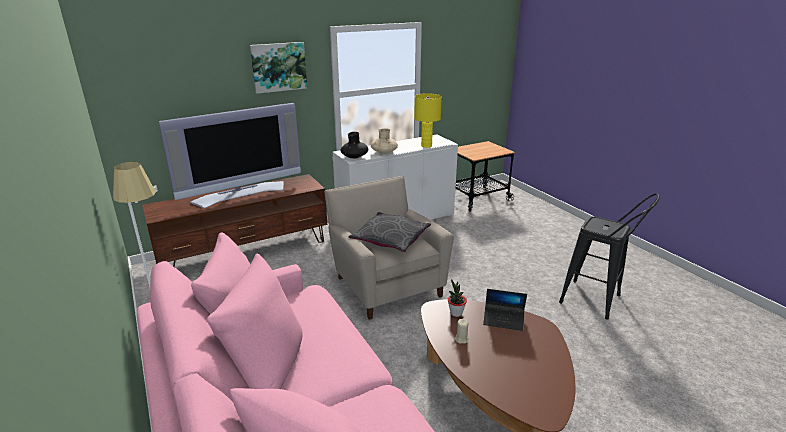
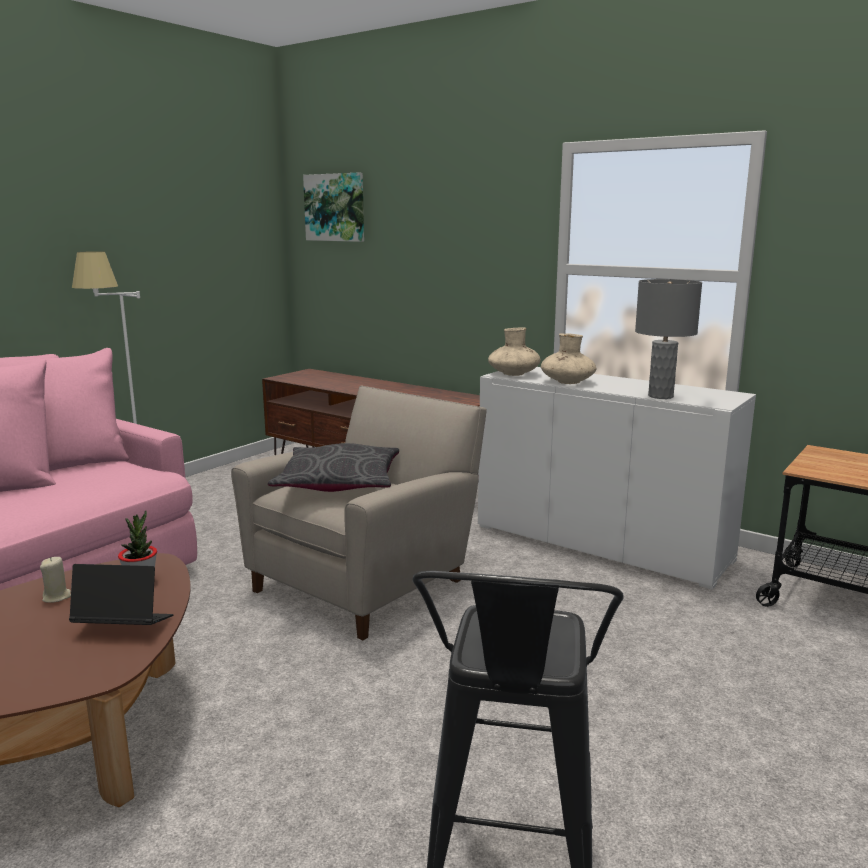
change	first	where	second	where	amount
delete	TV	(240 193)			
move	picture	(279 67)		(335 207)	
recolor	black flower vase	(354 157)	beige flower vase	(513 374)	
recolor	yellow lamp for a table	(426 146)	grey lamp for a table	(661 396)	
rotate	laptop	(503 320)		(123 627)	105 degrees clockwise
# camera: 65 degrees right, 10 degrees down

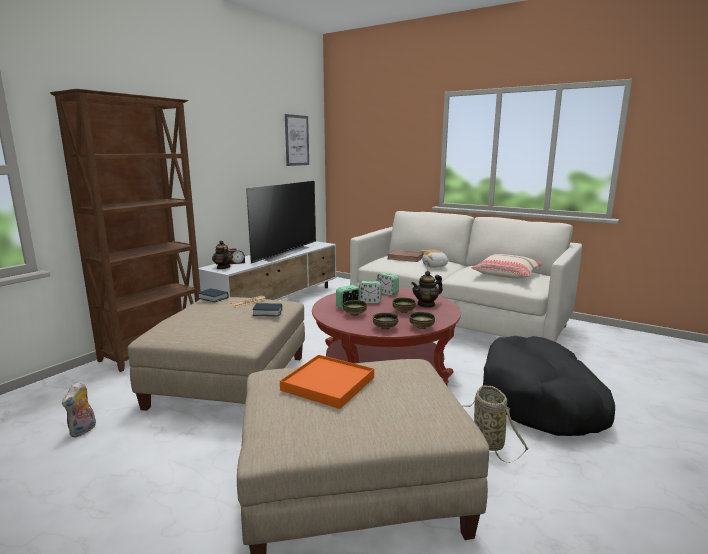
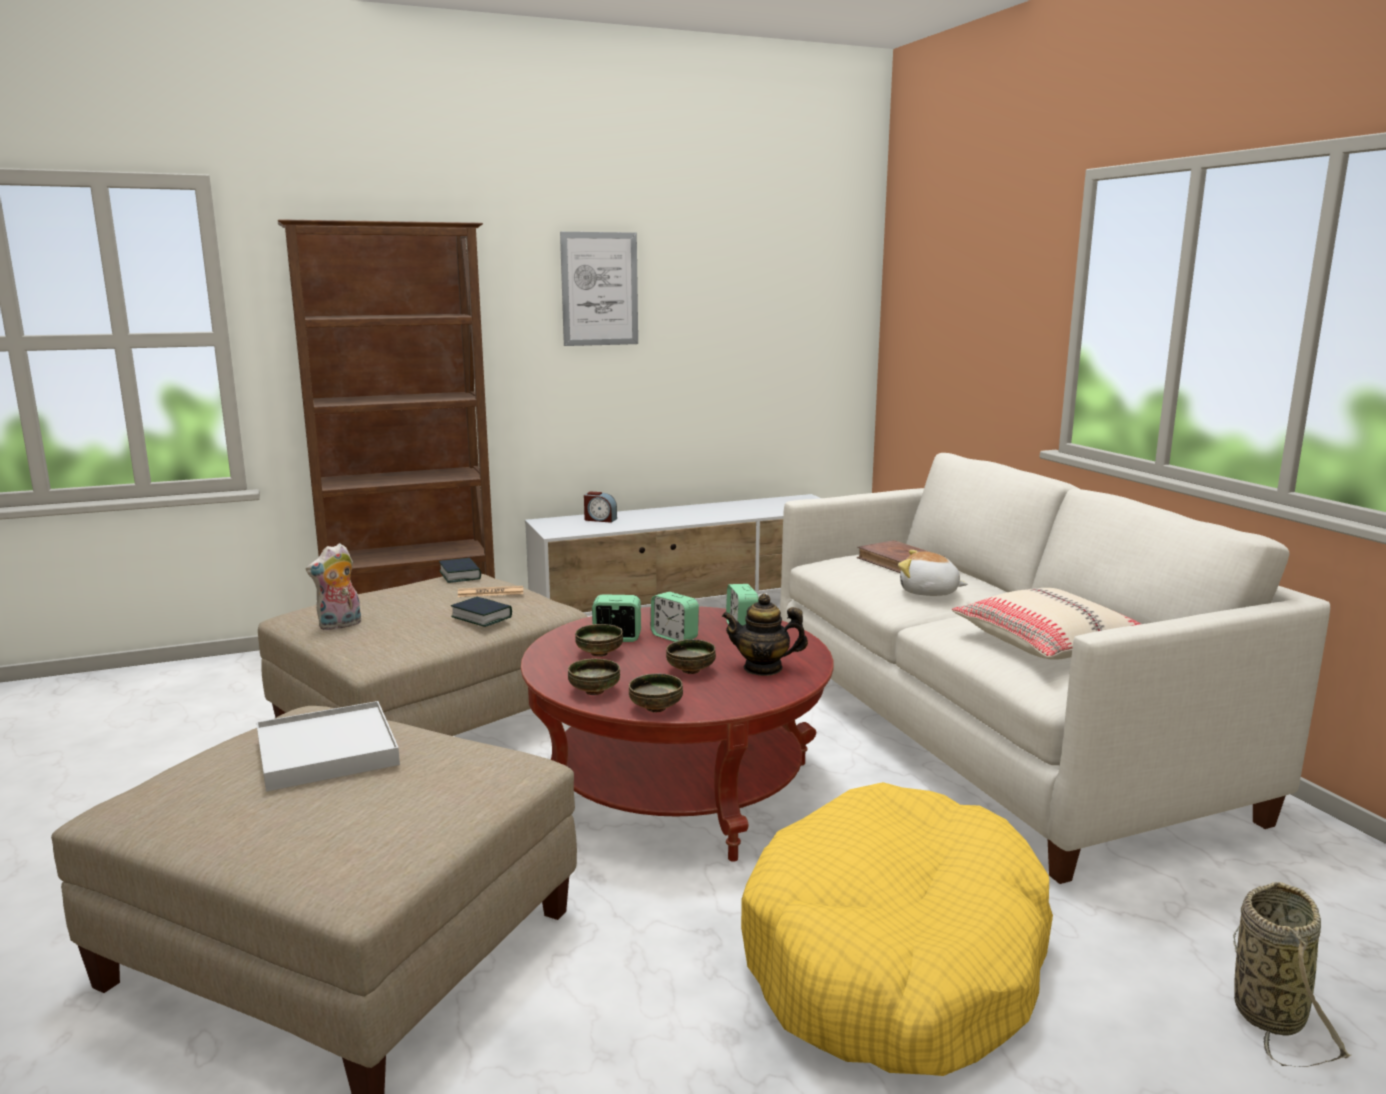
change	first	where	second	where	amount
move	soft toy	(83 431)		(340 625)	
delete	teapot	(223 267)			
delete	TV	(282 253)			
recolor	orange serving tray	(328 384)	whitish serving tray	(326 751)	
move	picture	(297 140)		(599 289)	
move	storage basket	(487 441)		(1267 1009)	
recolor	black pet bed	(541 400)	yellow pet bed	(895 959)	
# camera: 35 degrees right, 0 degrees up

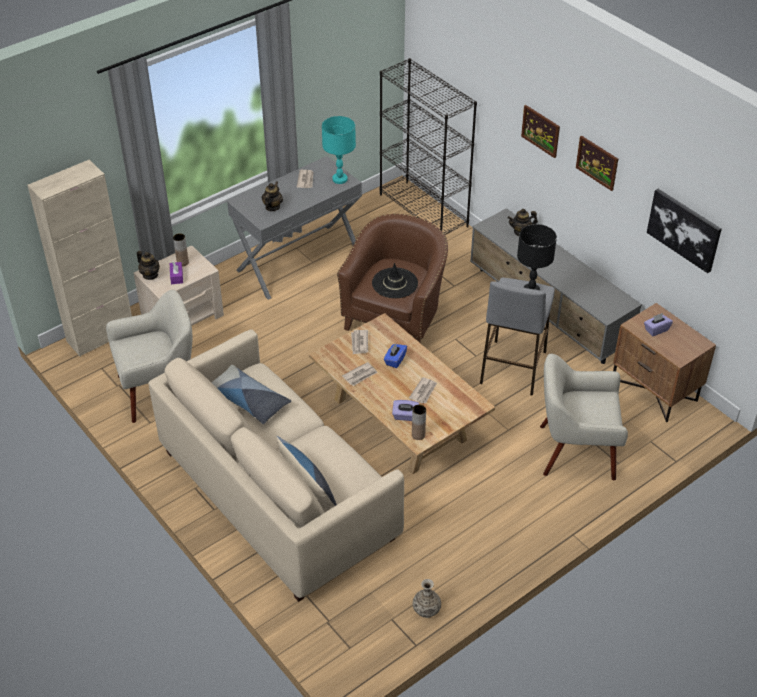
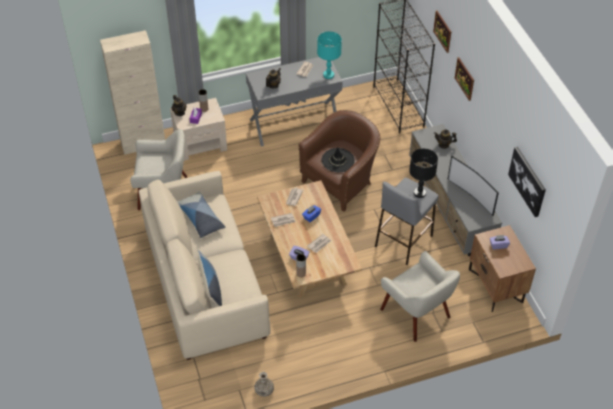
change	first	where	second	where	amount
rotate	beige easy chair	(575 450)		(416 313)	150 degrees counterclockwise
move	picture	(597 162)		(442 31)	
insert			TV	(471 196)	
# camera: 20 degrees right, 5 degrees up

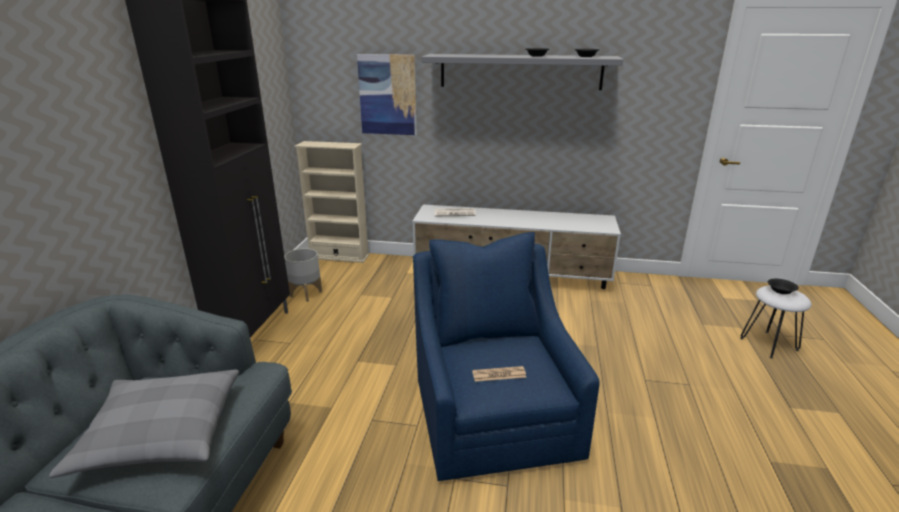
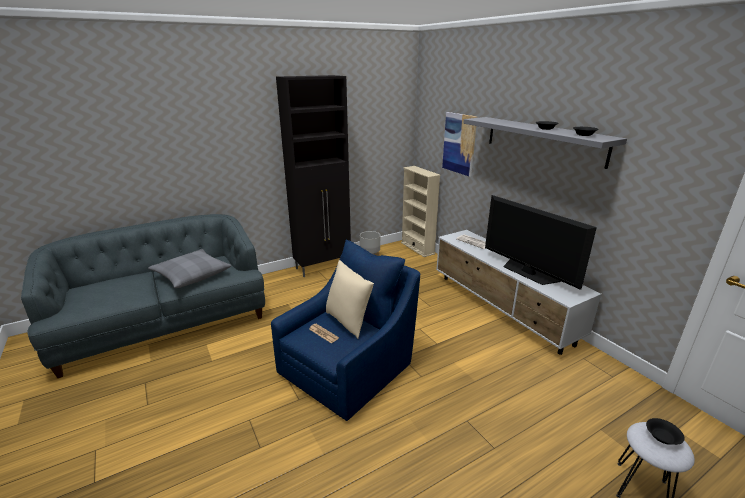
change	first	where	second	where	amount
insert			beige throw pillow	(348 321)	
insert			TV	(528 273)	
# camera: 50 degrees right, 0 degrees up

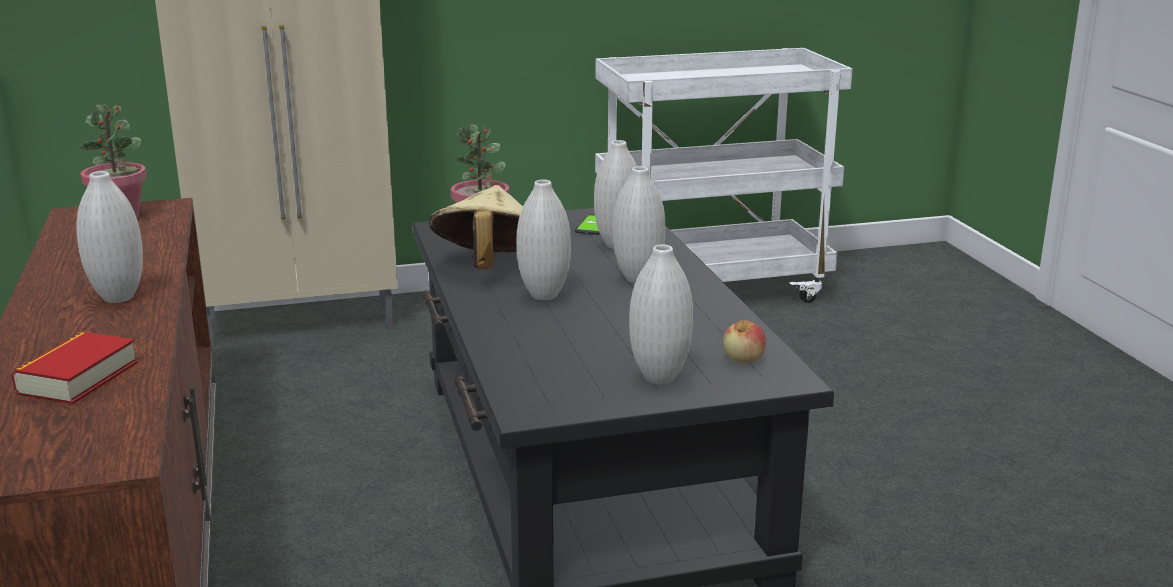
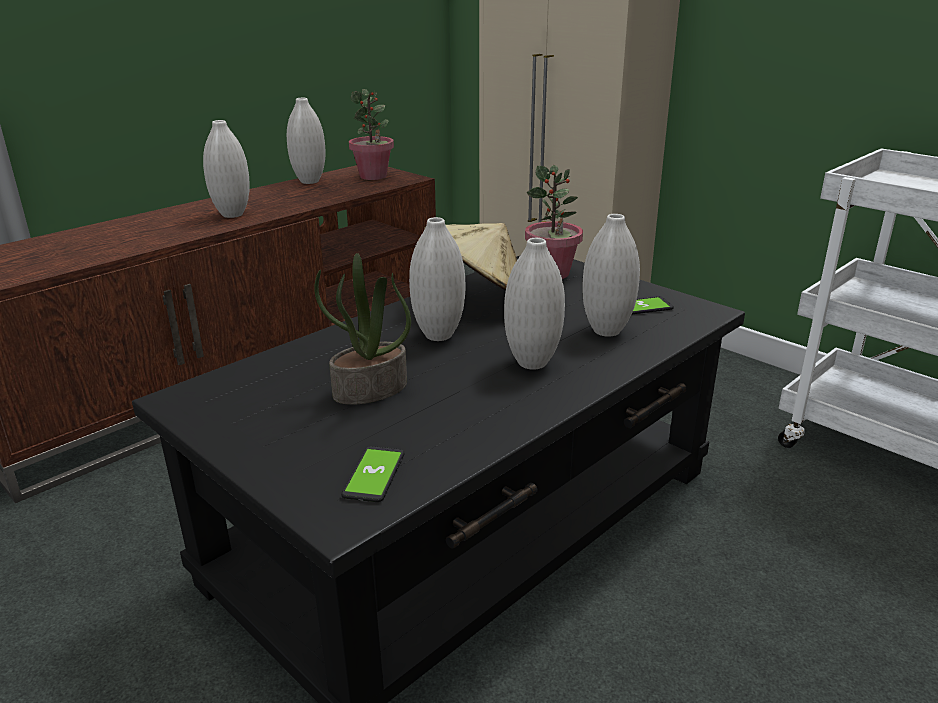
change	first	where	second	where	amount
delete	volume	(78 378)			
move	whitish flower vase	(659 377)		(309 181)	
replace	whole apple	(743 359)	telephone	(374 475)	
insert			potted plant	(370 390)	
# camera: 60 degrees right, 5 degrees up

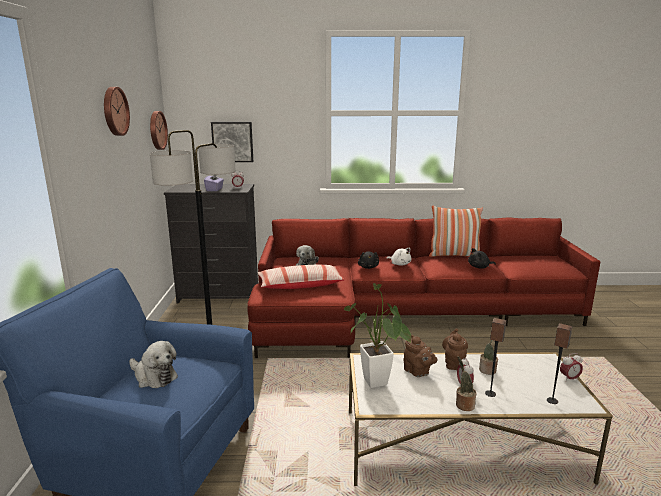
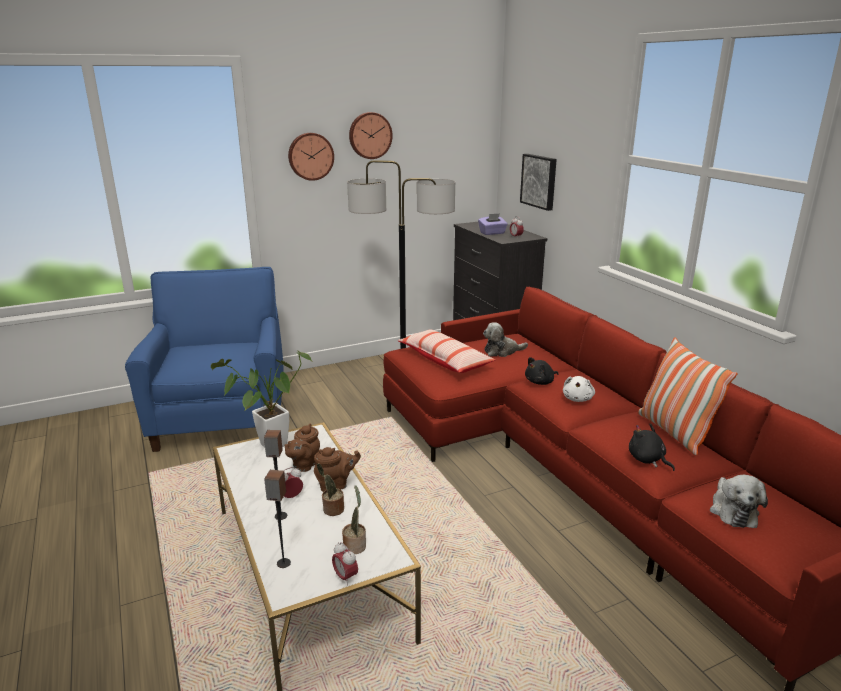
change	first	where	second	where	amount
move	soft toy	(153 377)		(732 510)	
move	hanging clock	(156 130)		(310 156)	
move	potted plant	(463 405)		(355 545)	
# camera: 65 degrees right, 5 degrees up

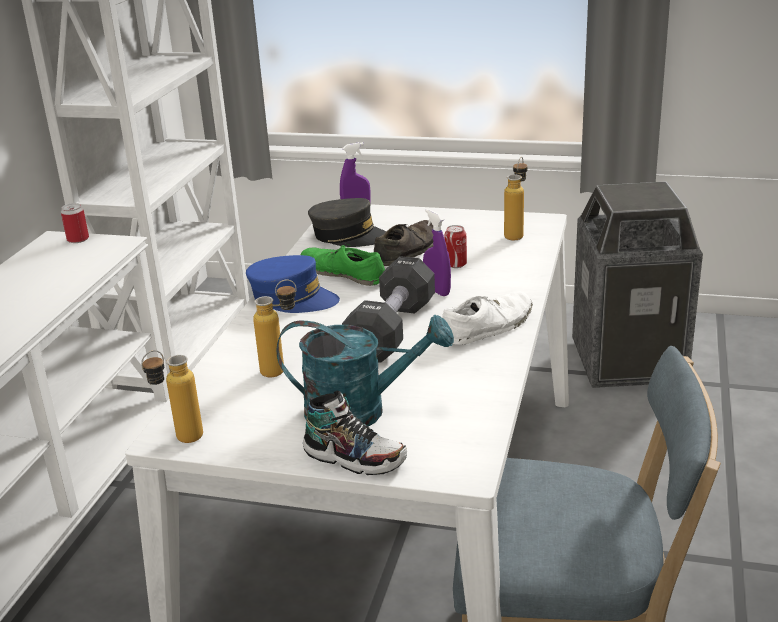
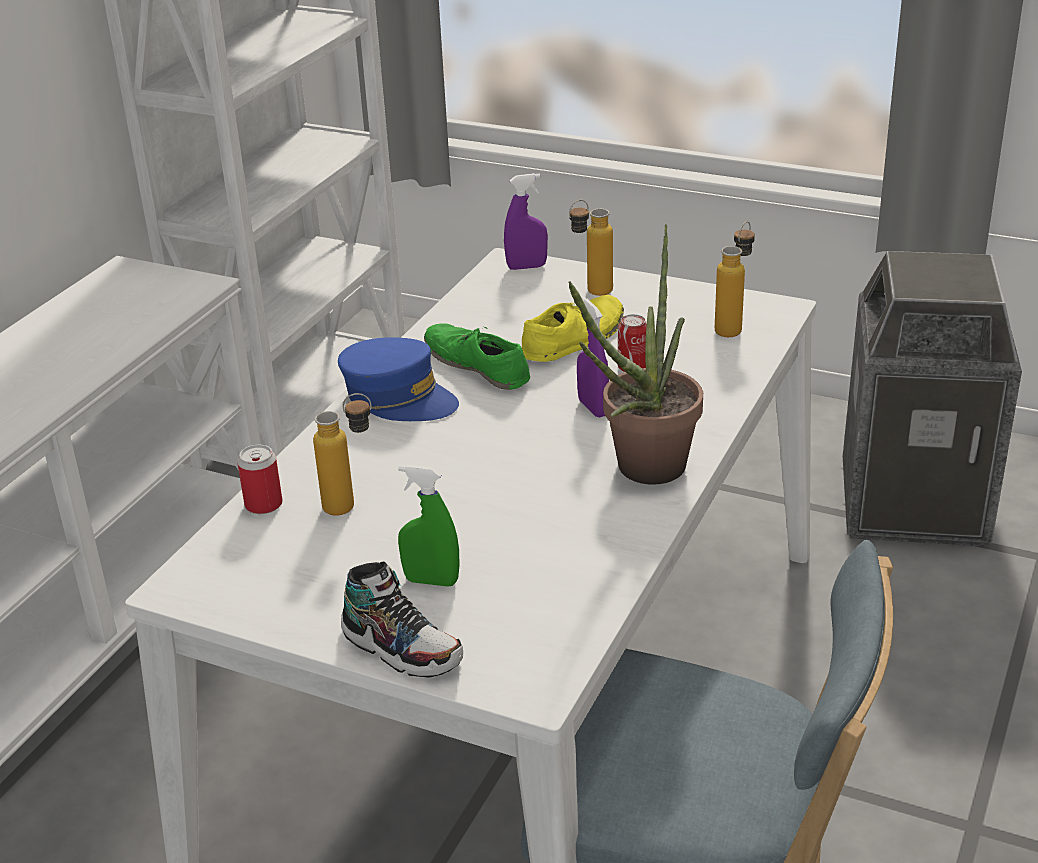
change	first	where	second	where	amount
move	metal can	(78 239)		(263 505)	
move	drink bottle	(180 441)		(591 293)	
replace	turquoise-coloured watering pot	(360 411)	green hand sprayer	(431 581)	
delete	grey peaked cap	(349 236)			
delete	black free weight	(392 330)			
recolor	brown shoe	(407 251)	yellow shoe	(574 339)	
replace	whitish shoe	(487 327)	potted plant	(641 472)	
# camera: 10 degrees right, 5 degrees up

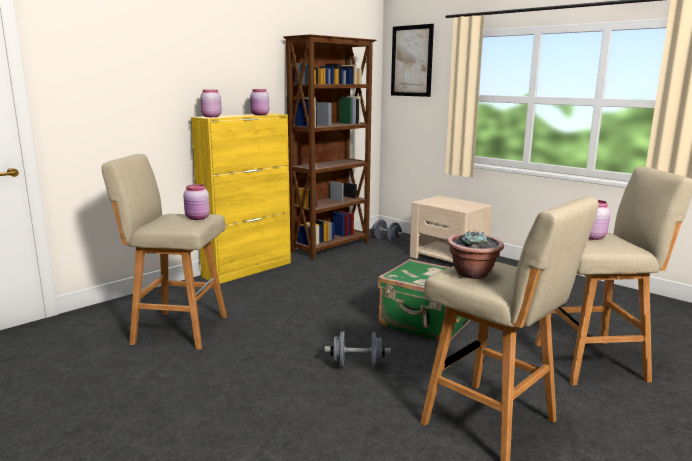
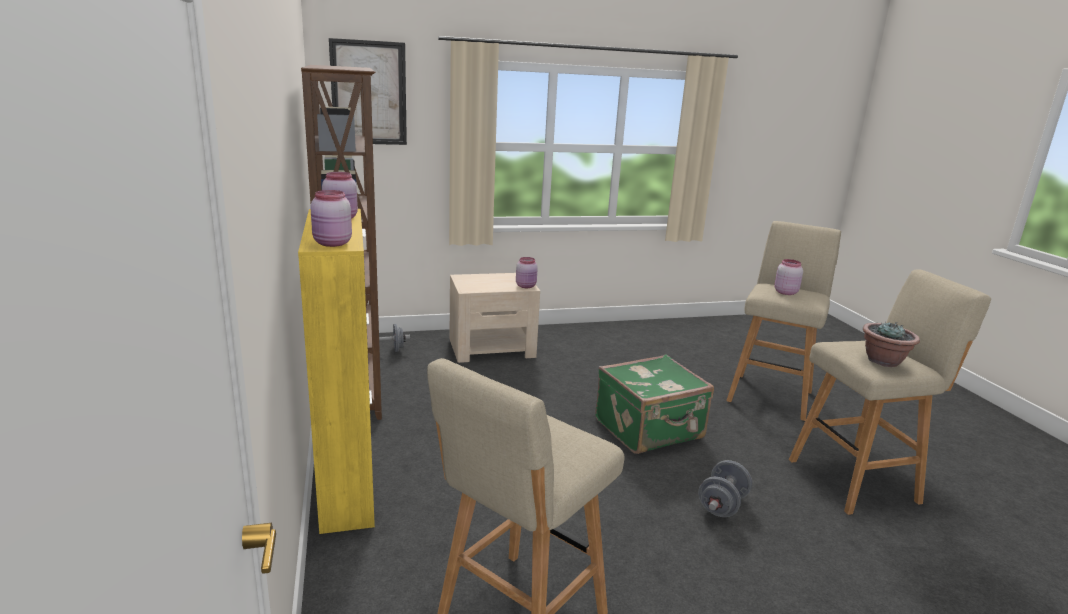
change	first	where	second	where	amount
move	pinkish storage jar	(197 218)		(526 286)	
# camera: 60 degrees left, 5 degrees up

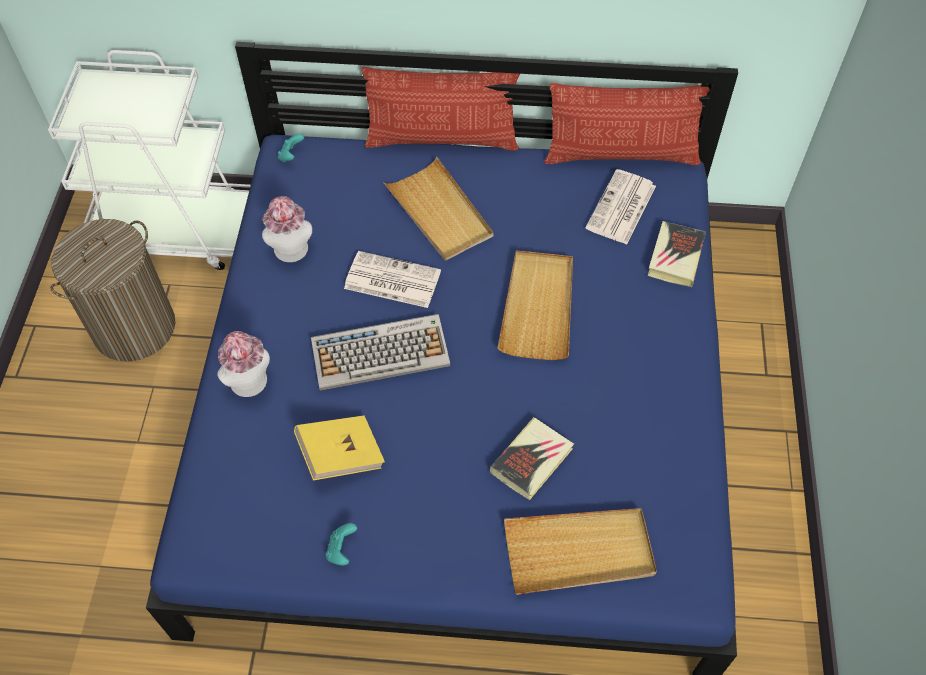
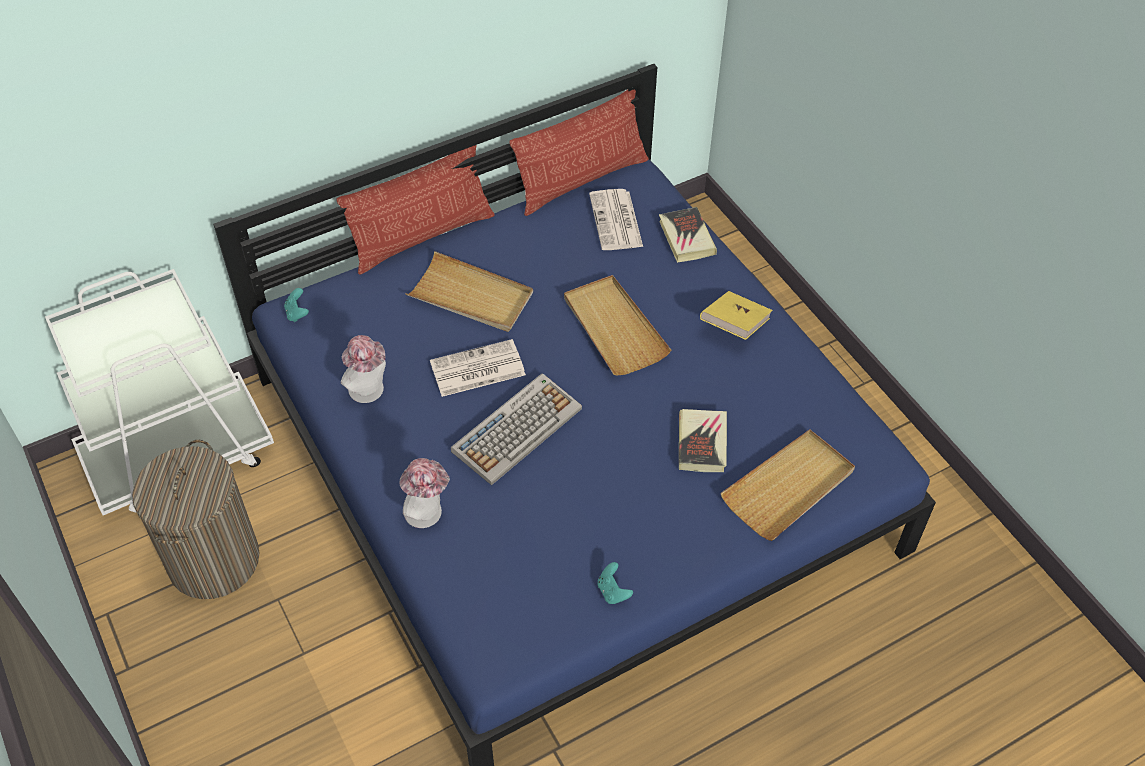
change	first	where	second	where	amount
move	yellow volume	(341 455)		(734 326)	
# camera: 35 degrees left, 5 degrees down

